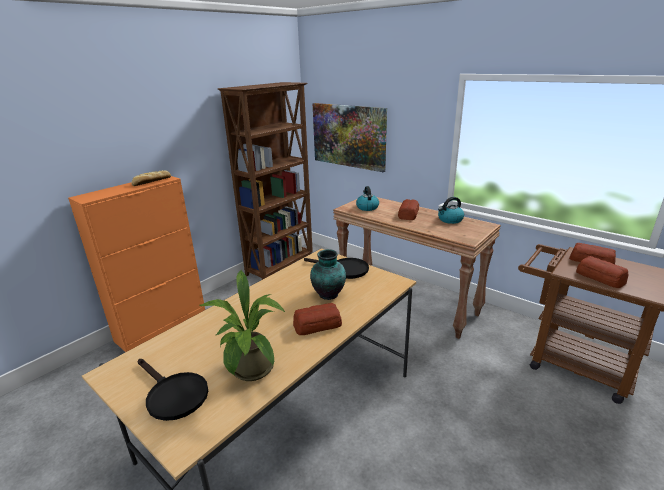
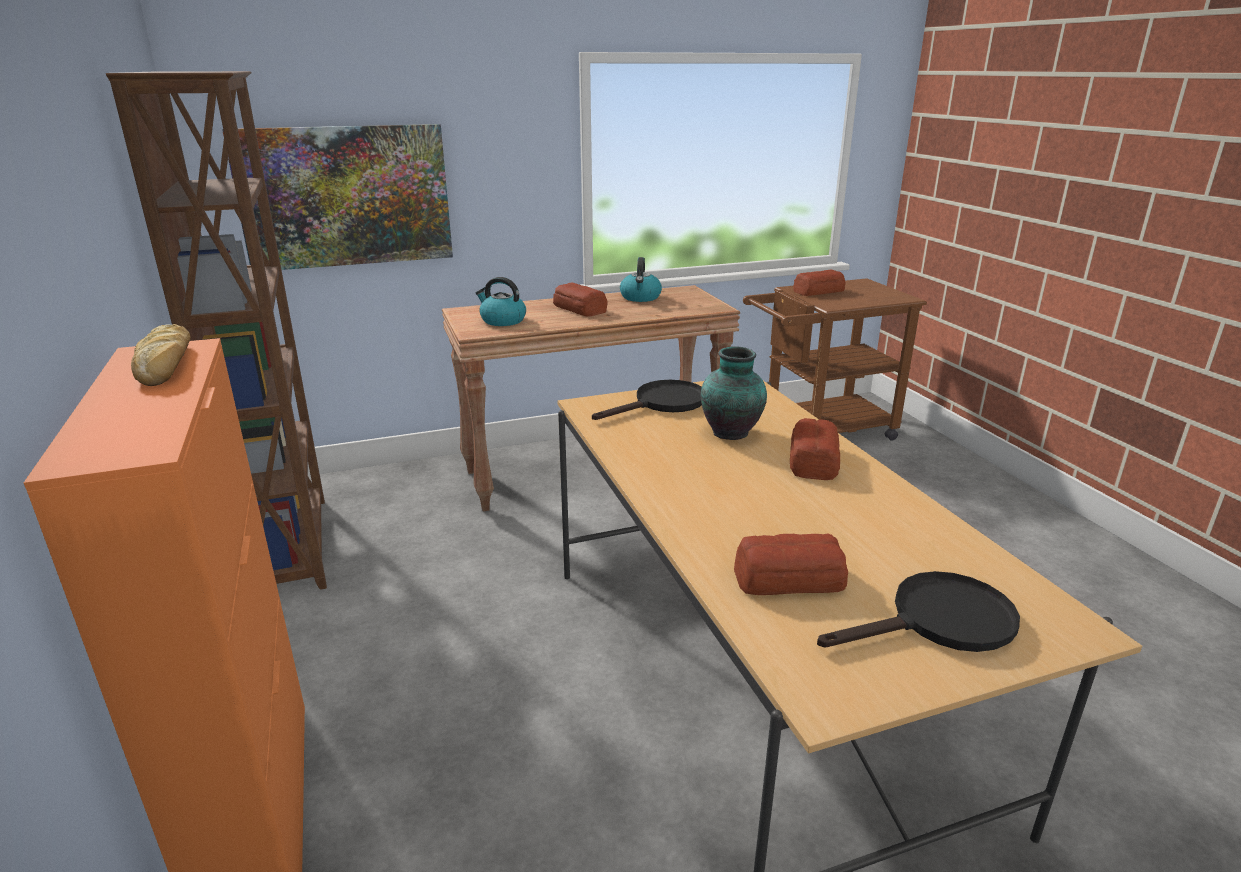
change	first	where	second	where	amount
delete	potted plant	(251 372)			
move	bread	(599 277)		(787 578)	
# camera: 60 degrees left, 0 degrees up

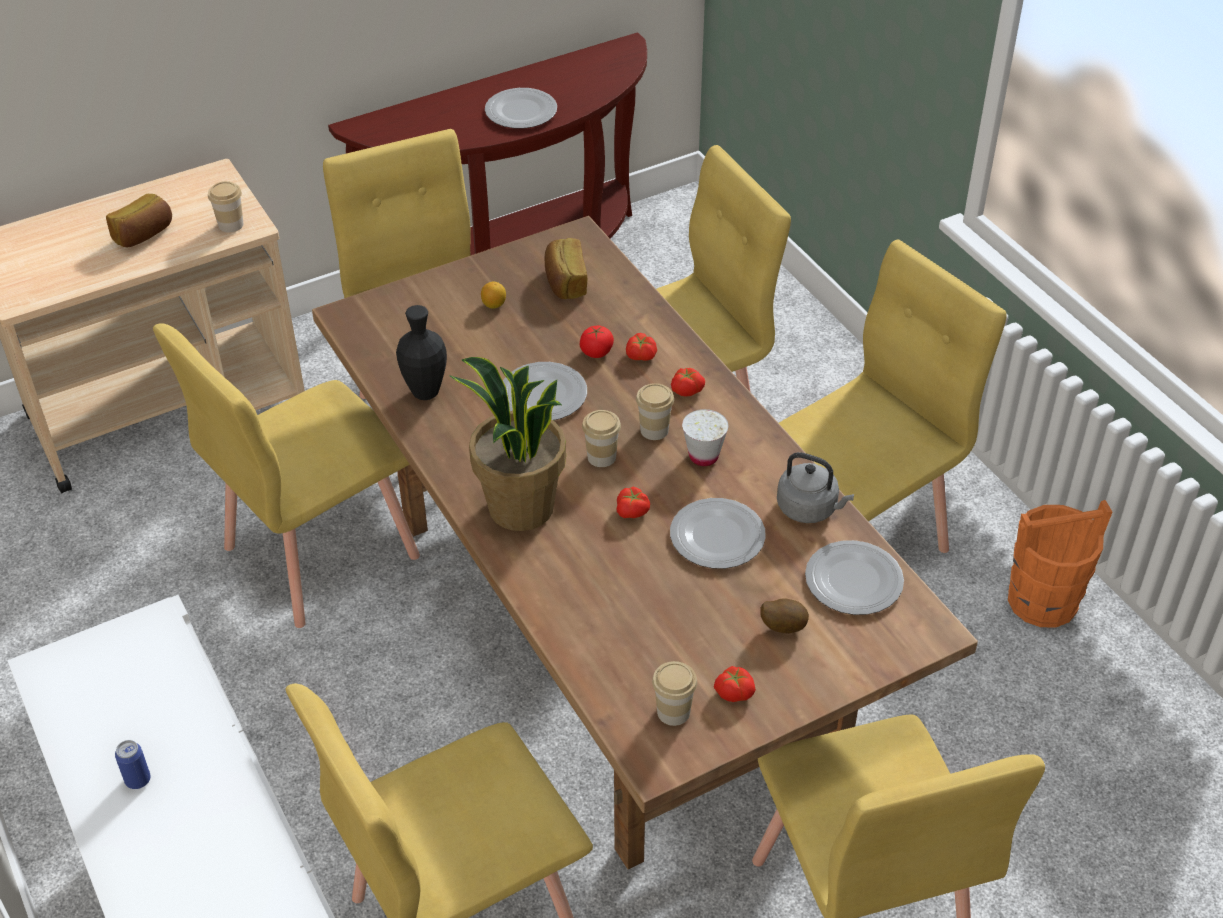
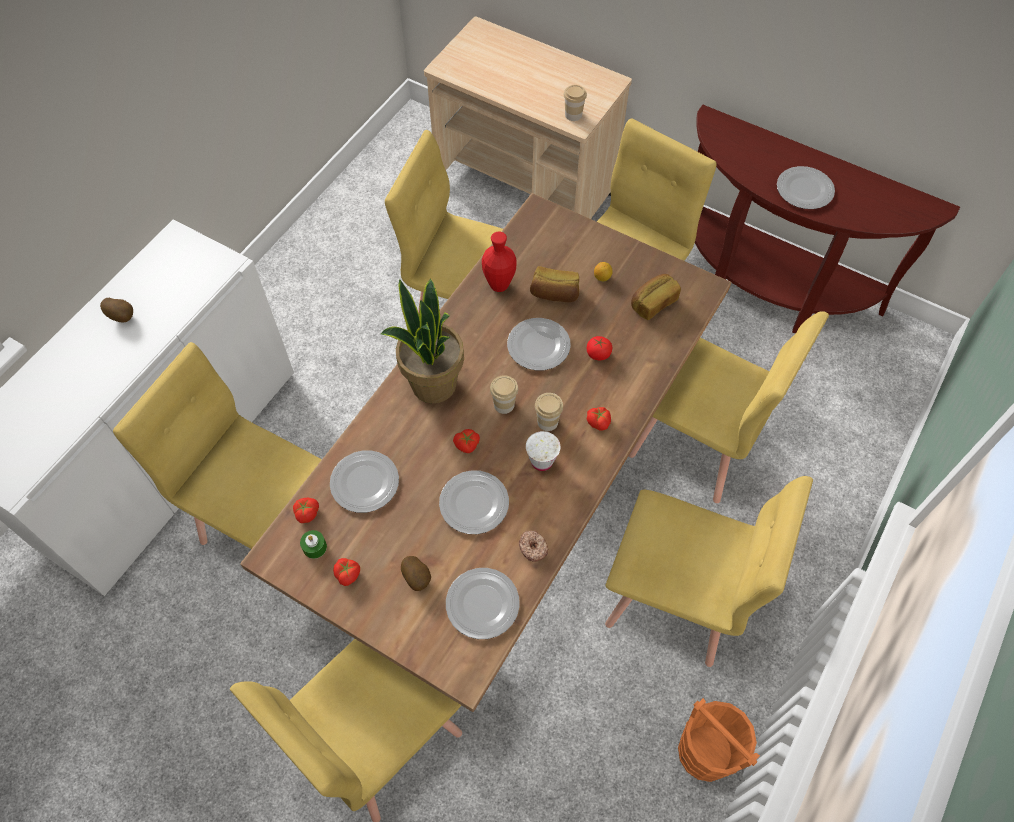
change	first	where	second	where	amount
move	bread	(144 234)		(554 294)	
replace	metal can	(138 780)	whole potato	(122 316)	
recolor	black flower vase	(425 392)	reddish flower vase	(499 285)	
move	whole tomato	(640 356)		(306 513)	
replace	drinking cup	(673 712)	green candle	(314 547)	
replace	grey kettle	(810 509)	donut	(533 547)	
insert			flat dish	(364 482)	
# camera: 60 degrees right, 15 degrees up

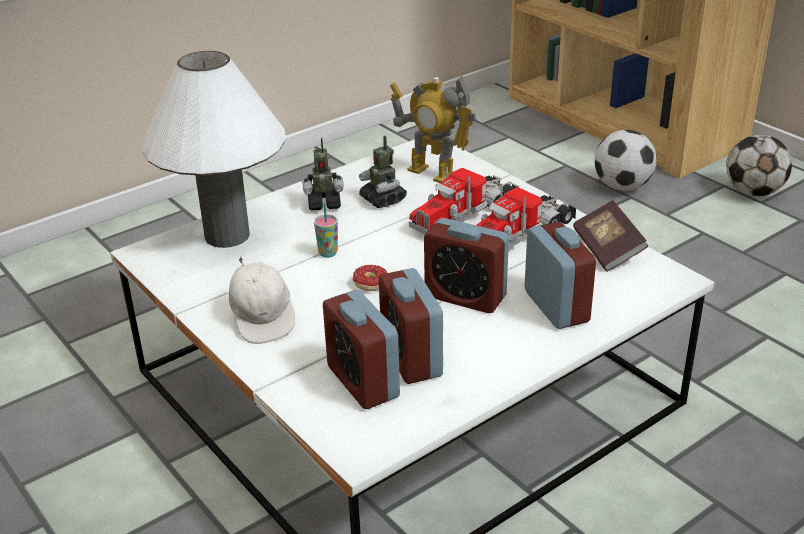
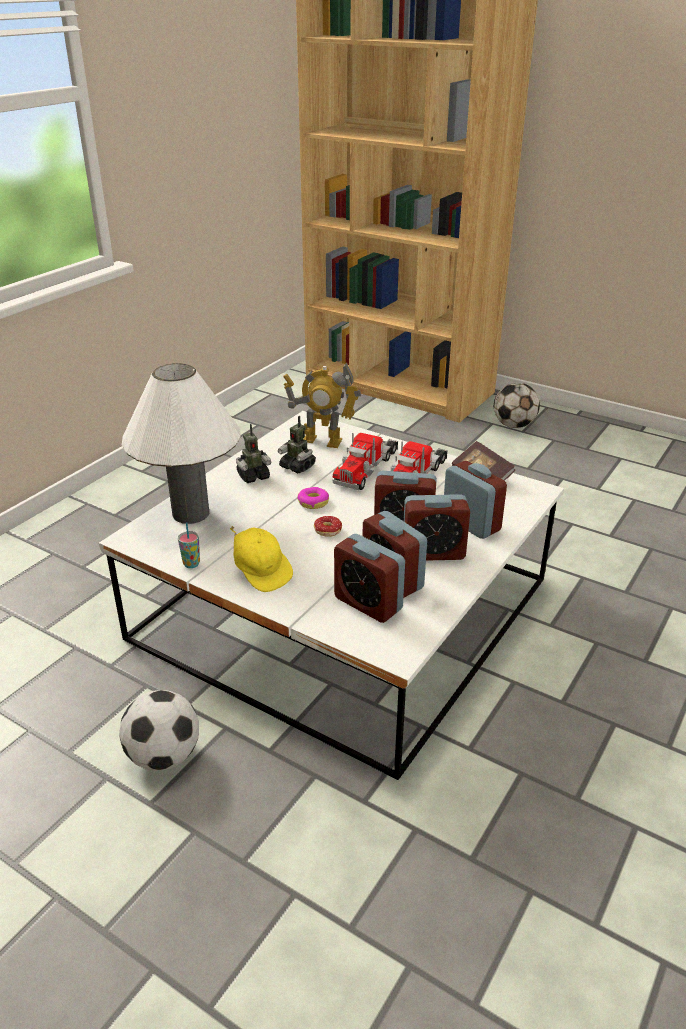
change	first	where	second	where	amount
recolor	whitish peaked cap	(263 318)	yellow peaked cap	(261 571)	
move	drinking cup	(328 253)		(191 564)	
move	football ball	(622 187)		(164 756)	
insert			donut	(313 502)	
insert			bedside clock	(433 552)	
# camera: 20 degrees left, 0 degrees up

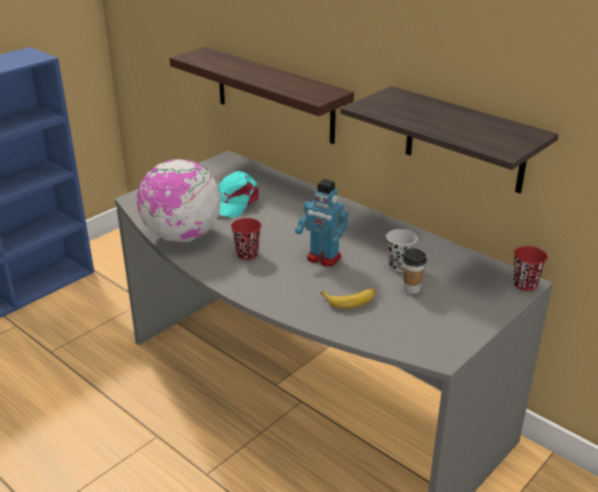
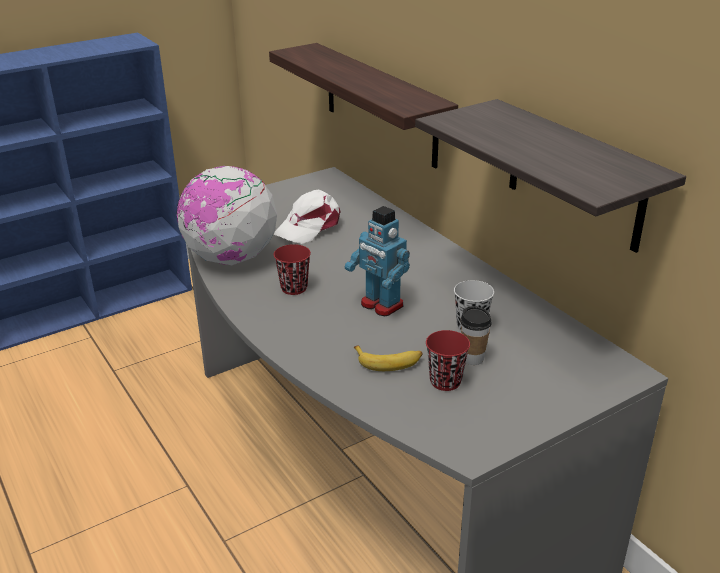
change	first	where	second	where	amount
recolor	turquoise-coloured peaked cap	(234 202)	whitish peaked cap	(309 226)	
move	reddish drinking cup	(525 284)		(445 381)	
# camera: 15 degrees right, 0 degrees up

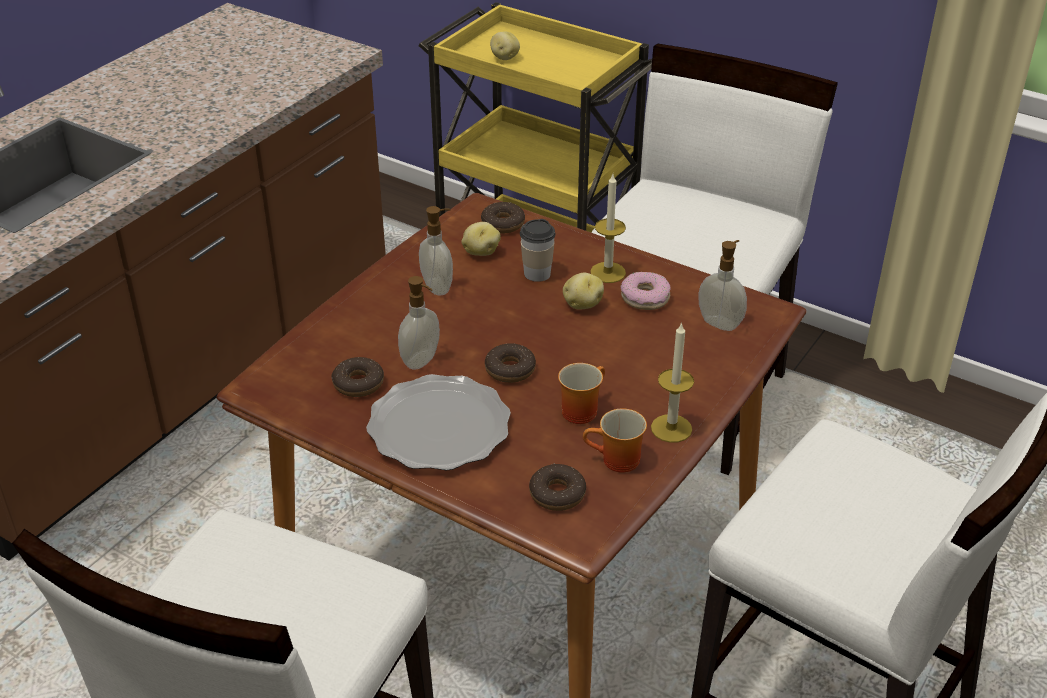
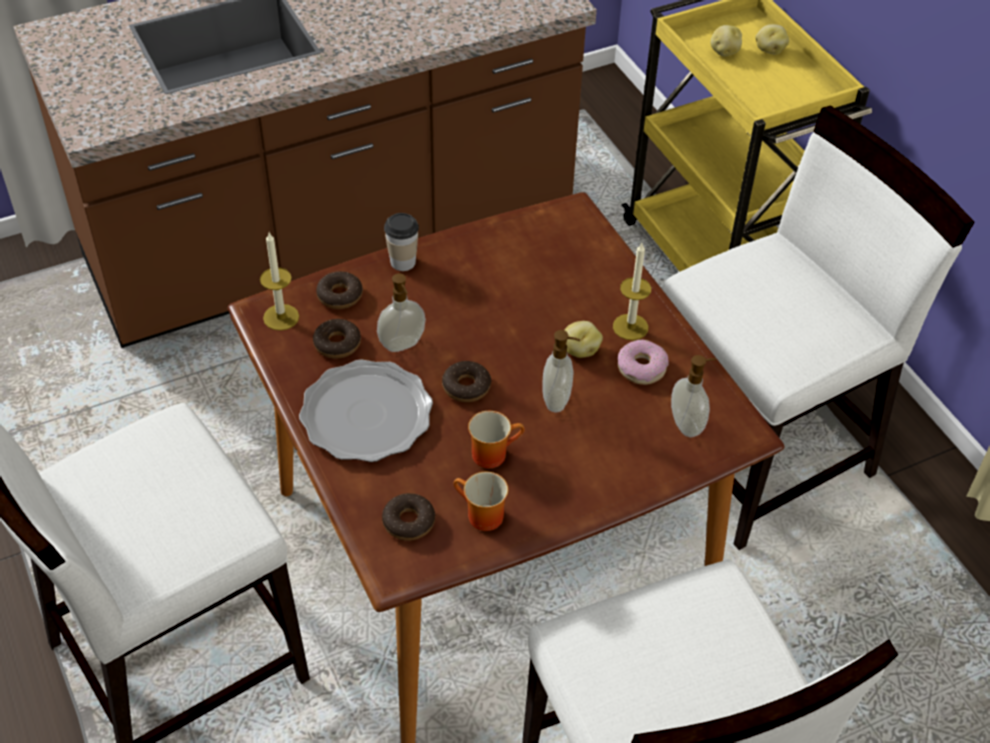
change	first	where	second	where	amount
move	soap bottle	(438 287)		(557 400)	
move	whole potato	(480 252)		(769 50)	
move	donut	(503 224)		(340 295)	
move	drinking cup	(537 273)		(403 262)	
move	candle	(671 428)		(281 317)	
# camera: 30 degrees right, 10 degrees up

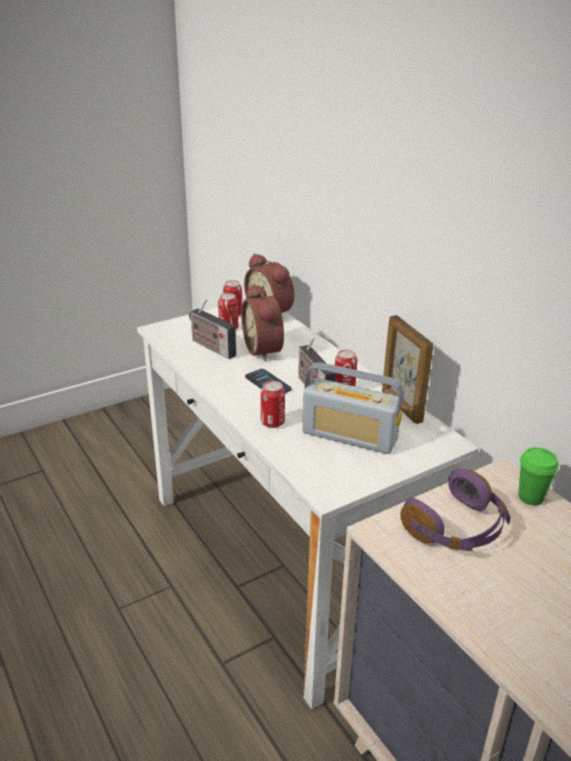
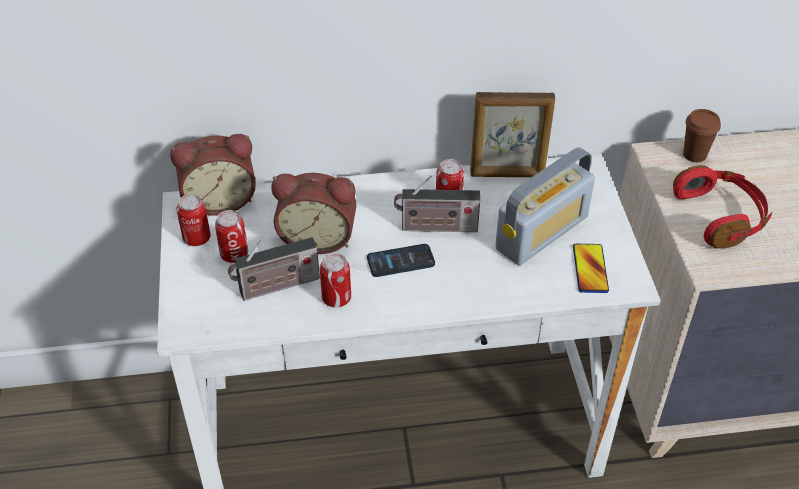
change	first	where	second	where	amount
move	metal can	(272 422)		(336 298)	
recolor	purplish headphones	(457 529)	reddish headphones	(721 217)	
recolor	green drinking cup	(531 497)	brown drinking cup	(694 155)	
insert			telephone	(590 269)	
# camera: 65 degrees left, 15 degrees up

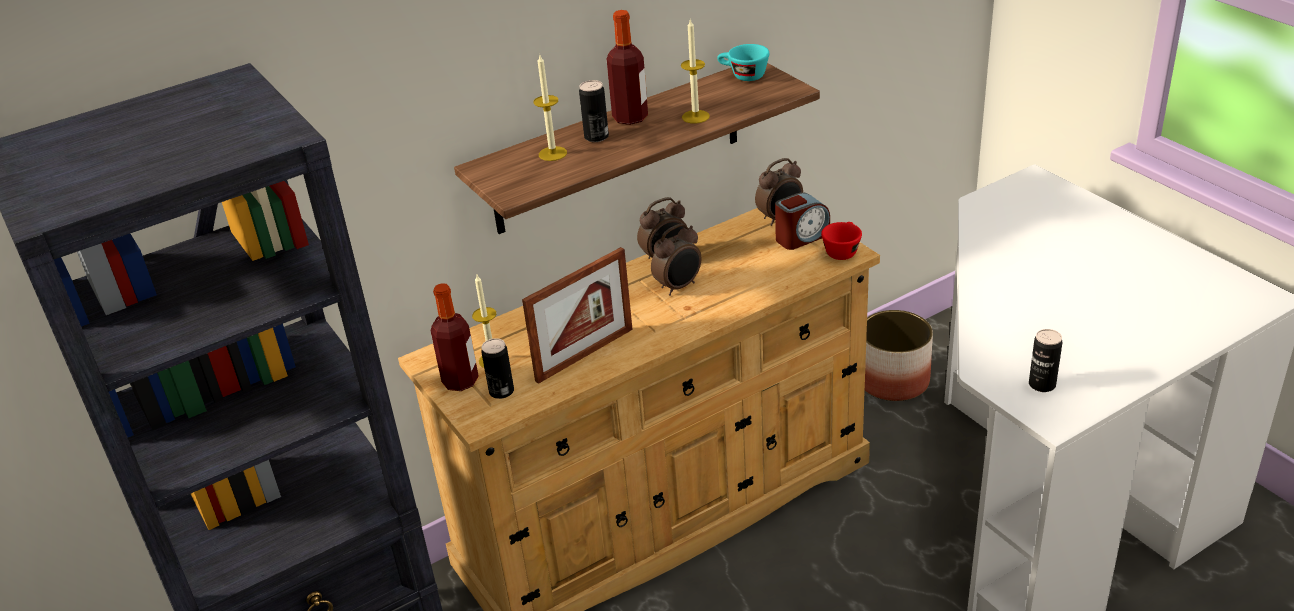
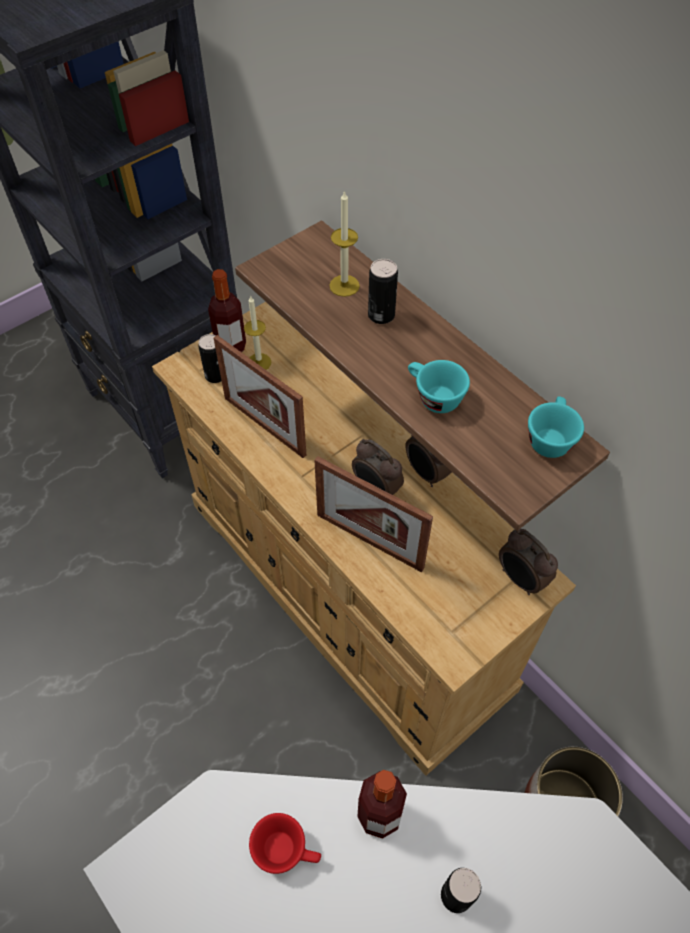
change	first	where	second	where	amount
move	drink bottle	(630 118)		(379 815)	
replace	candle	(695 117)	turquoise-coloured drinking cup	(433 397)	
delete	bedside clock	(801 237)			
move	reddish drinking cup	(842 250)		(287 850)	
move	metal can	(1042 385)		(456 895)	
insert			standing frame	(369 541)	
# camera: 80 degrees right, 20 degrees up

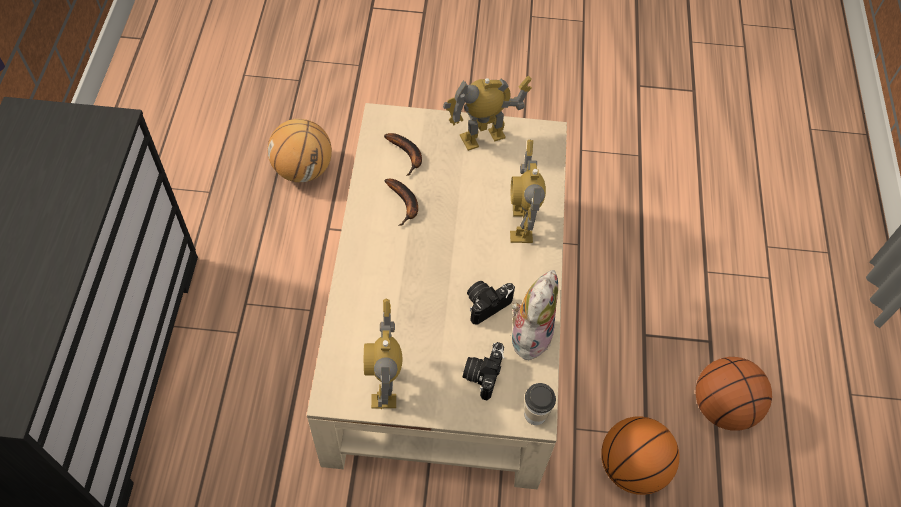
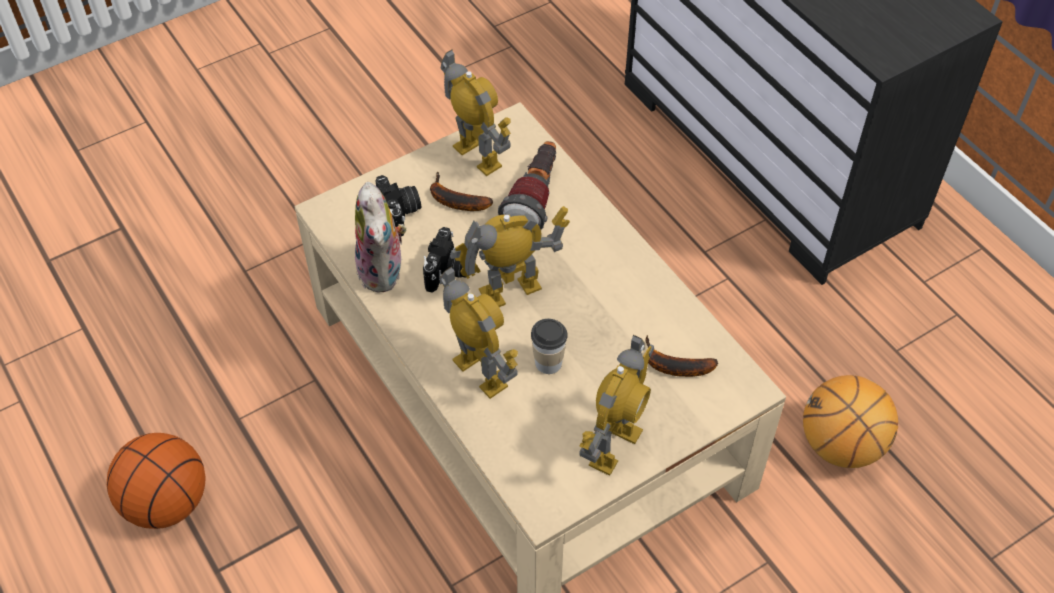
change	first	where	second	where	amount
move	banana	(405 204)		(454 200)	
move	drinking cup	(535 414)		(548 362)	
delete	ball for basketball	(632 467)			
insert			model robot	(510 291)	
insert			flashlight	(535 198)	
# camera: 145 degrees right, 5 degrees down

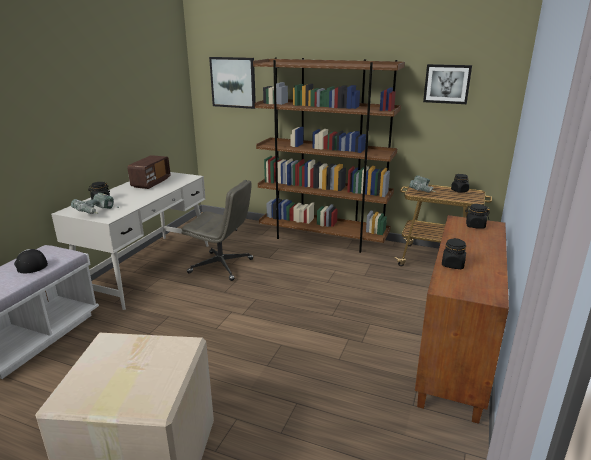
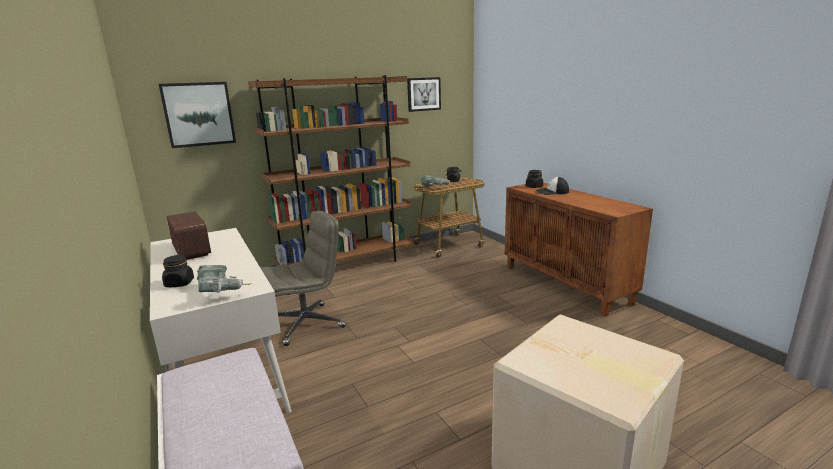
change	first	where	second	where	amount
move	peaked cap	(30 264)		(552 192)	
delete	black storage jar	(453 265)			
# camera: 50 degrees left, 5 degrees down

